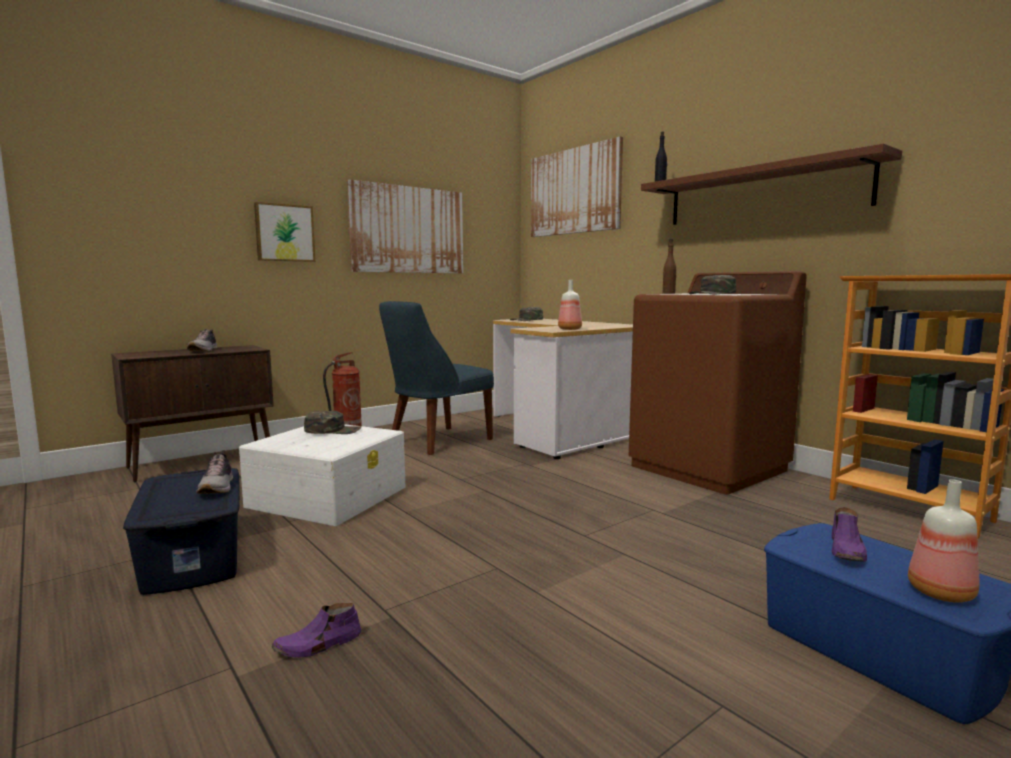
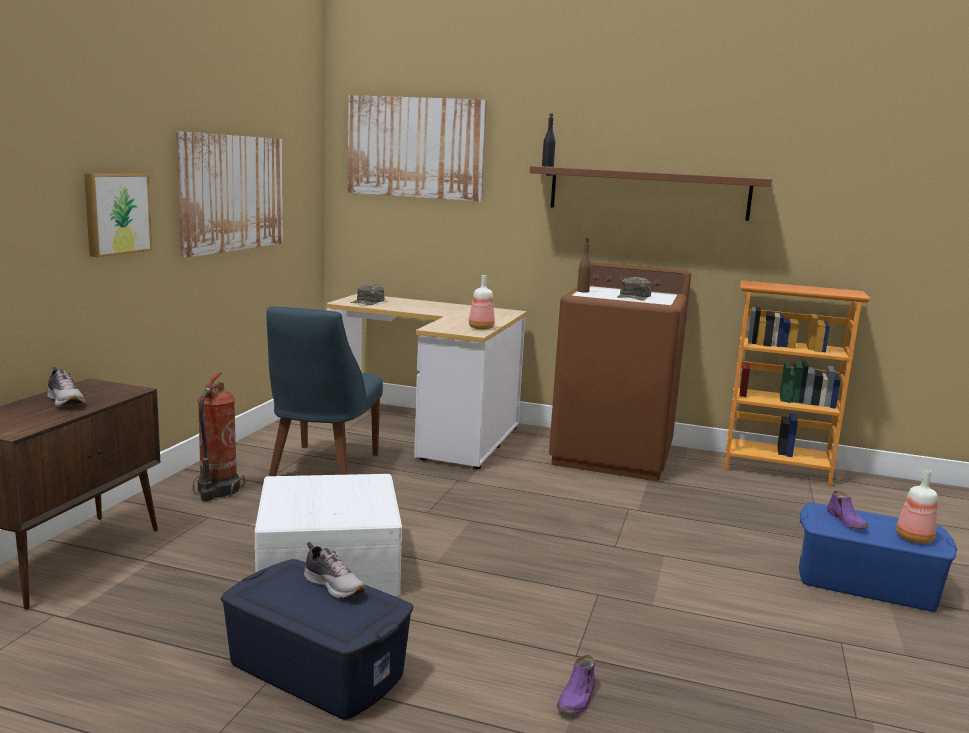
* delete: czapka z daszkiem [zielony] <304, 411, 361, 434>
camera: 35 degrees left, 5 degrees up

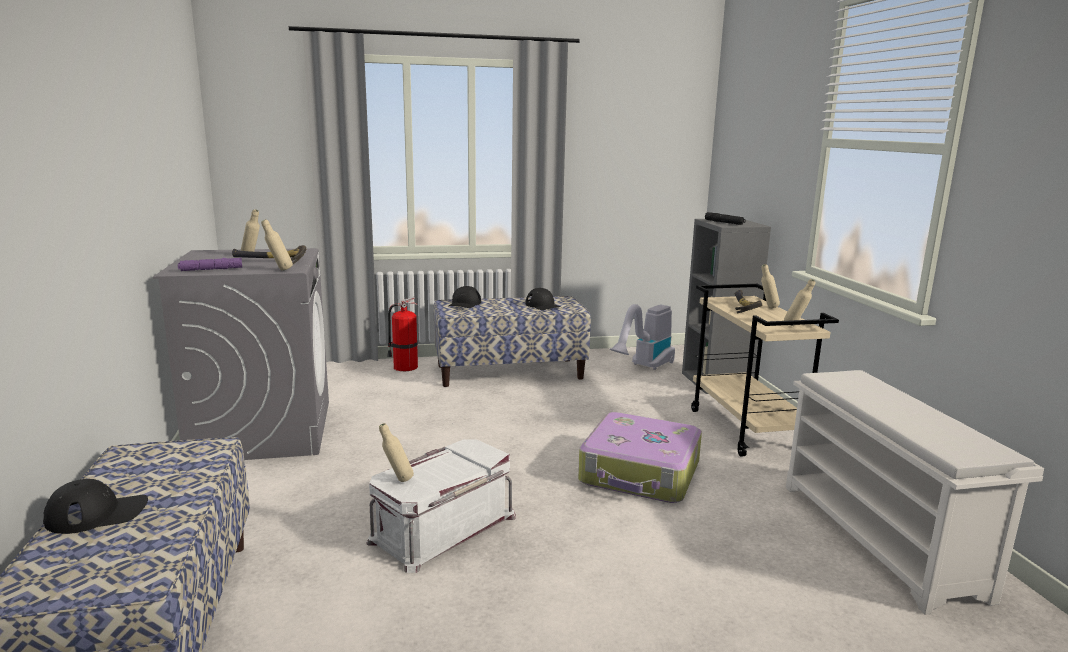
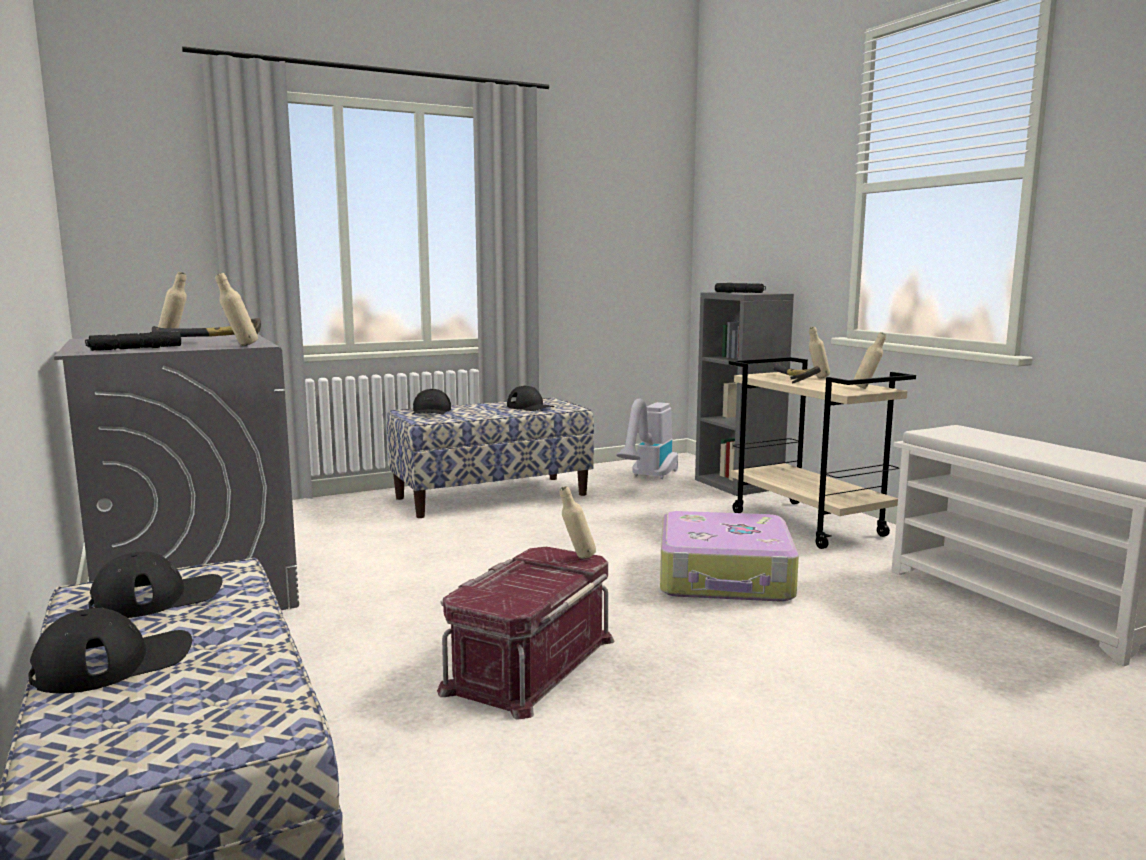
* recolor: latarka [fioletowy] <178, 258, 242, 271> to latarka [czarny] <85, 331, 181, 351>
* insert: czapka z daszkiem [czarny] <88, 552, 222, 618>
* recolor: pojemnik do przechowywania [biały] <366, 439, 516, 573> to pojemnik do przechowywania [czerwony] <437, 547, 614, 719>
* move: butelka [beżowy] <379, 423, 414, 482> to <559, 486, 596, 559>
* delete: gaśnica <387, 297, 418, 371>
camera: 15 degrees left, 5 degrees down

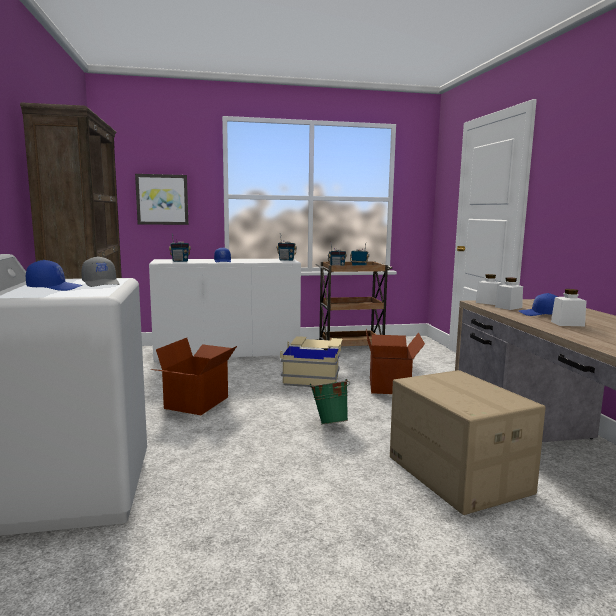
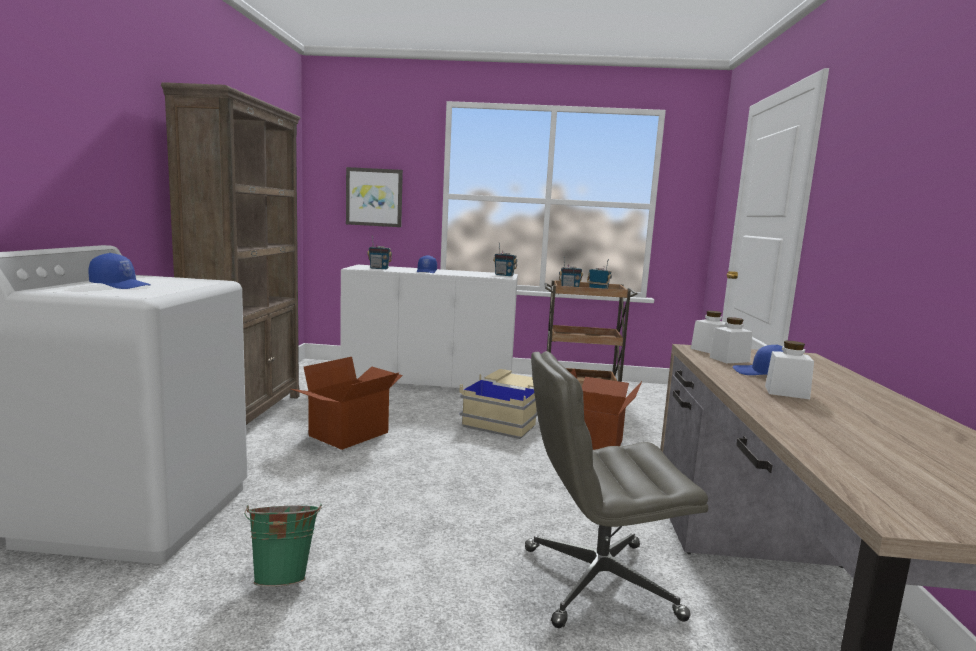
* move: wiadro [zielony] <310, 379, 350, 424> to <244, 504, 322, 587>
* replace: karton <390, 370, 546, 515> to krzesło biurowe [szary] <525, 351, 708, 628>
* delete: czapka z daszkiem [szary] <81, 256, 119, 287>
camera: 15 degrees right, 0 degrees up

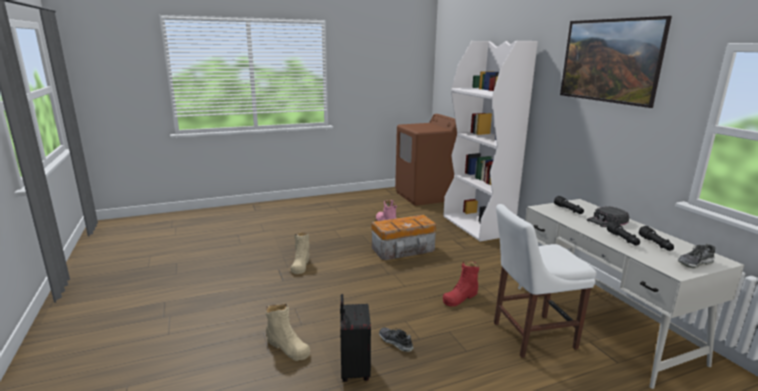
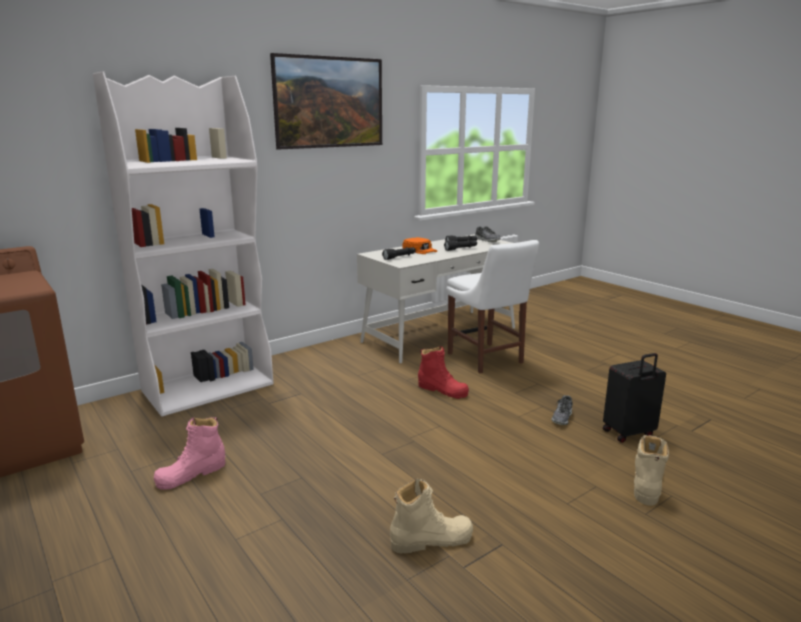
* recolor: czapka z daszkiem [czarny] <587, 206, 629, 227> to czapka z daszkiem [pomarańczowy] <402, 237, 437, 254>
* delete: pojemnik do przechowywania <371, 215, 436, 260>
camera: 105 degrees left, 0 degrees up

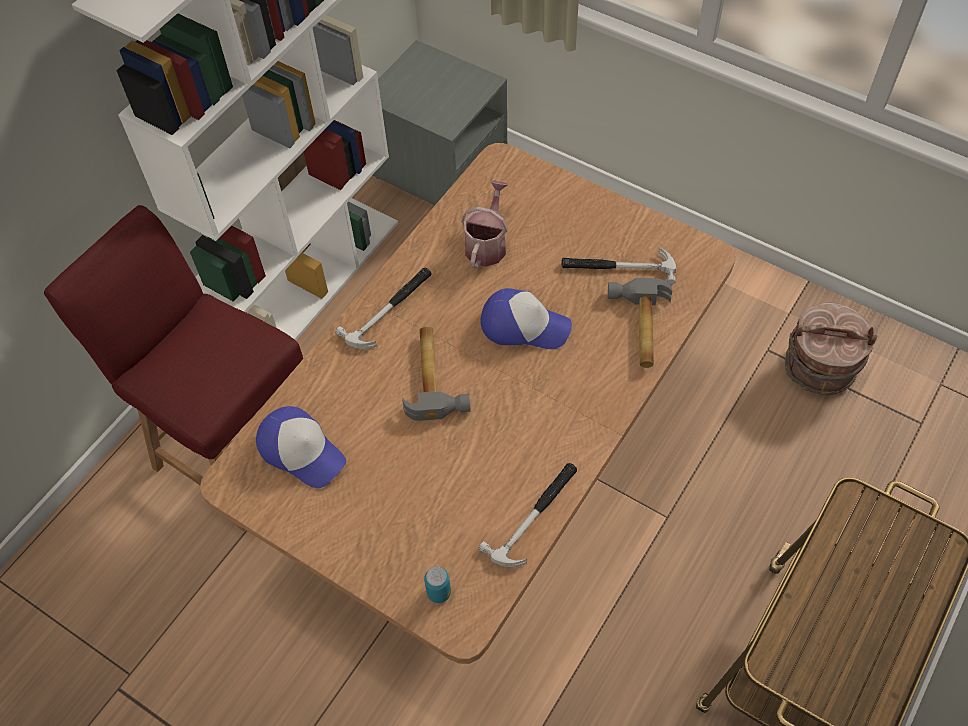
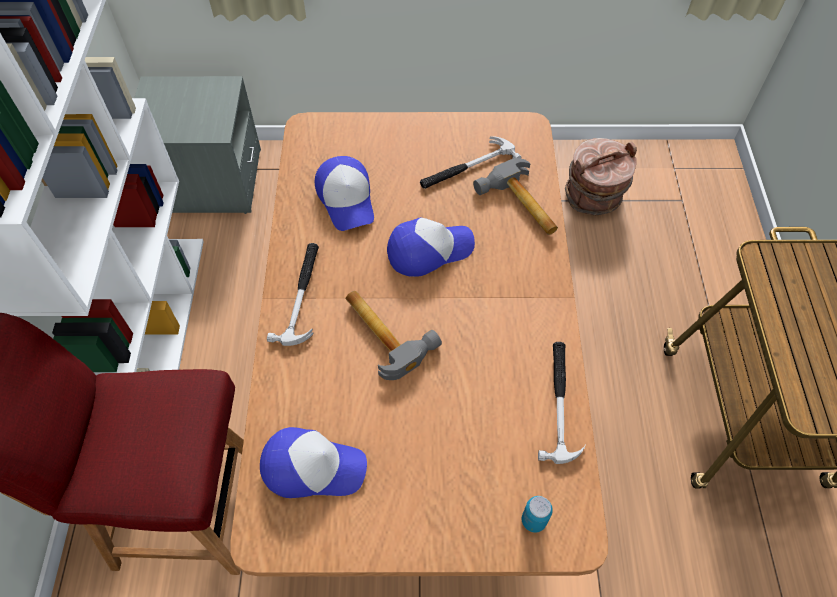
* replace: konewka <461, 180, 508, 269> to czapka z daszkiem <315, 156, 374, 231>
camera: 35 degrees left, 0 degrees up

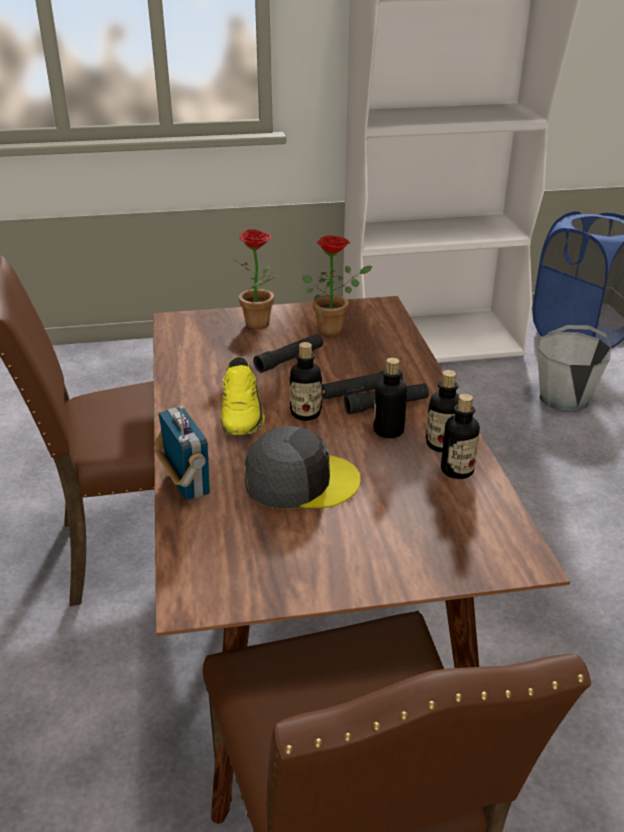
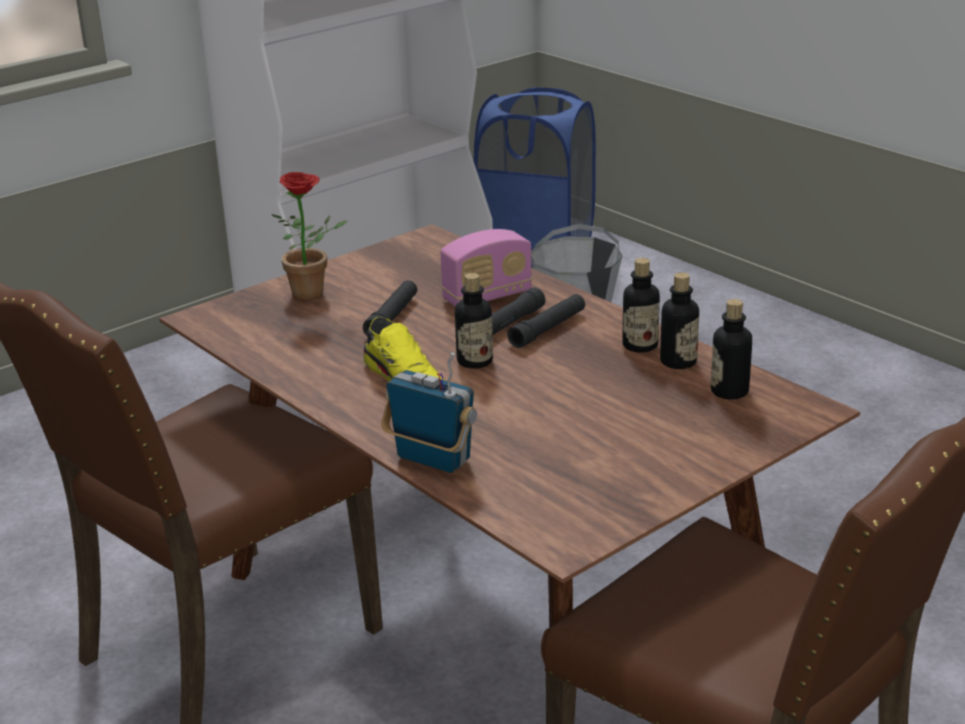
* insert: radio <440, 229, 532, 307>
* move: butelka <373, 358, 407, 438> to <711, 299, 752, 399>
* delete: czapka z daszkiem [szary] <245, 426, 361, 509>
* delete: roślina doniczkowa <303, 235, 373, 336>
camera: 30 degrees left, 5 degrees down

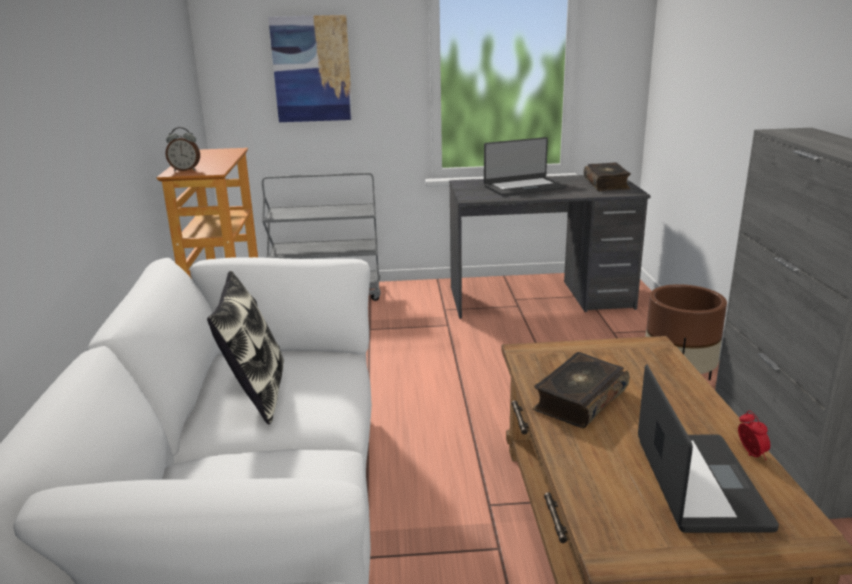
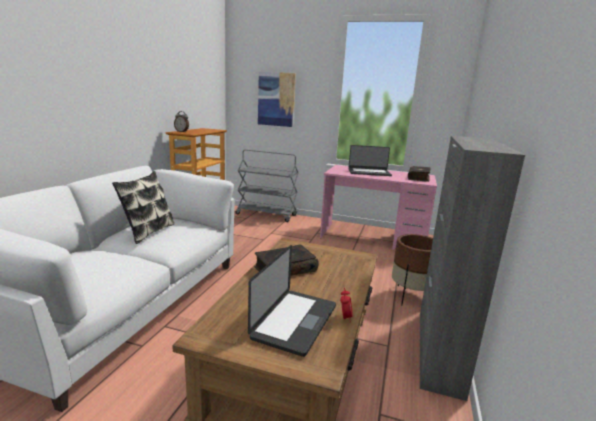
* recolor: biurko [szary] <449, 175, 651, 319> to biurko [różowy] <320, 165, 437, 250>
camera: 20 degrees right, 5 degrees down

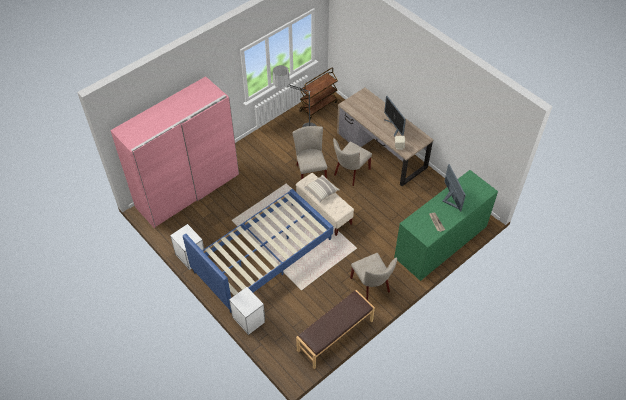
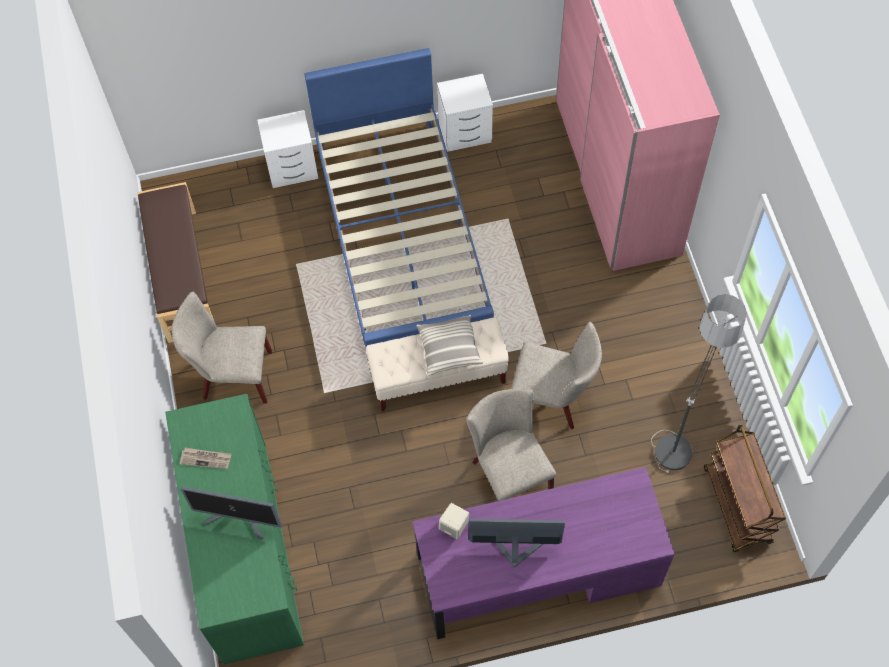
* recolor: biurko [brązowy] <337, 87, 433, 186> to biurko [fioletowy] <413, 467, 675, 639>
camera: 120 degrees right, 10 degrees up

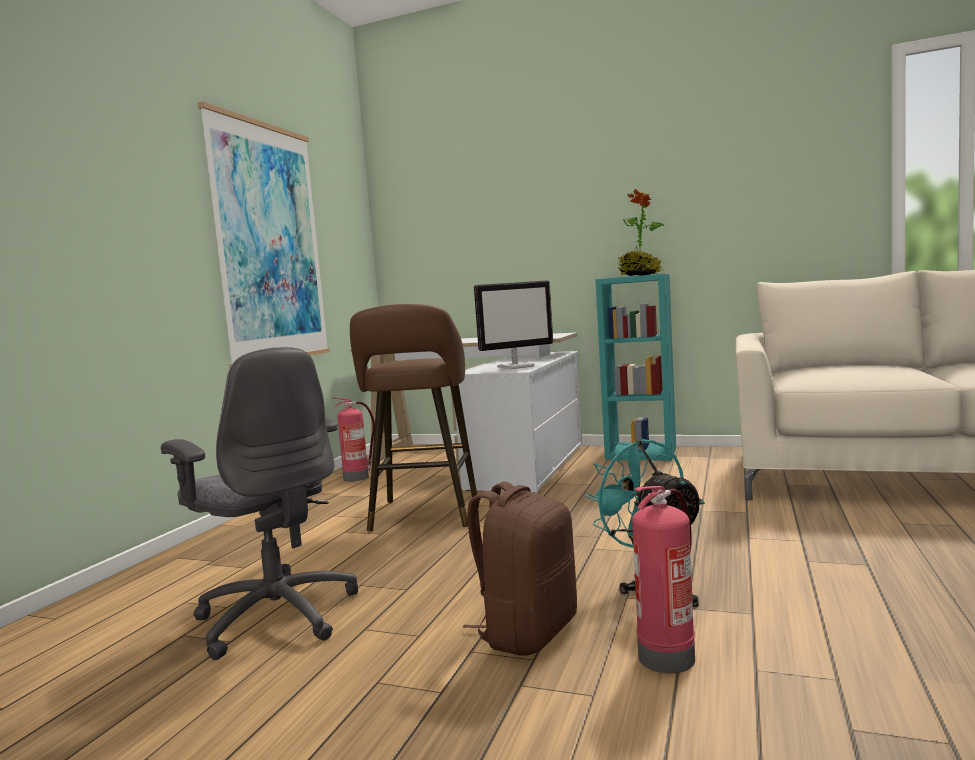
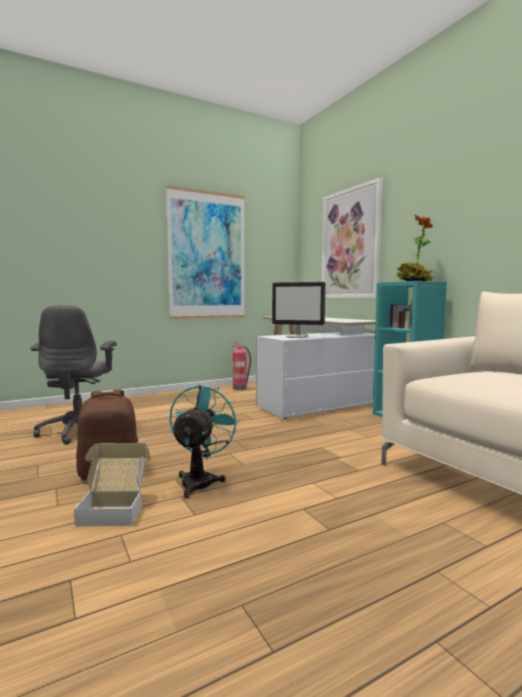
* replace: gaśnica <632, 486, 695, 673> to karton <74, 443, 150, 526>
* insert: obraz <322, 178, 382, 298>
* delete: stołek [brązowy] <350, 304, 477, 531>
camera: 40 degrees right, 0 degrees up

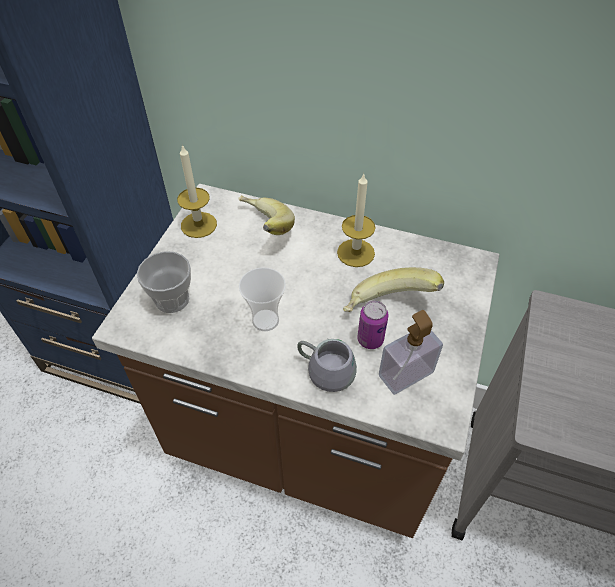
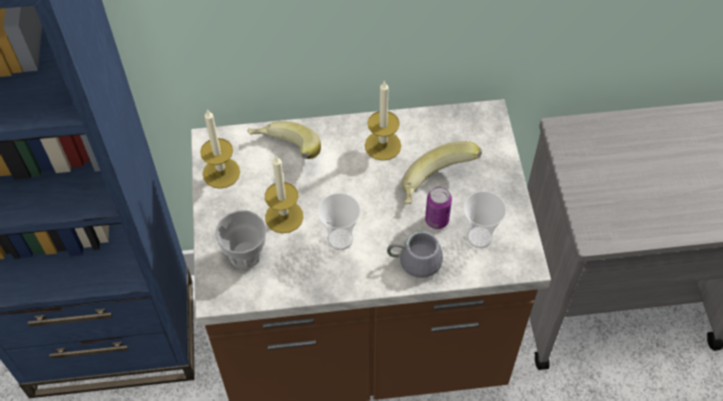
* insert: świeca <265, 156, 304, 233>
* replace: dozownik mydła <379, 310, 443, 395> to filiżanka <463, 191, 507, 248>
camera: 25 degrees left, 5 degrees up

